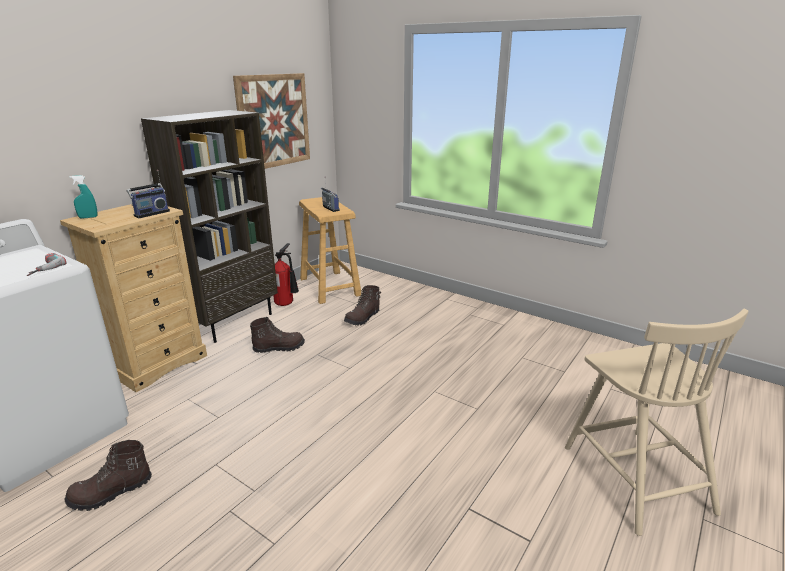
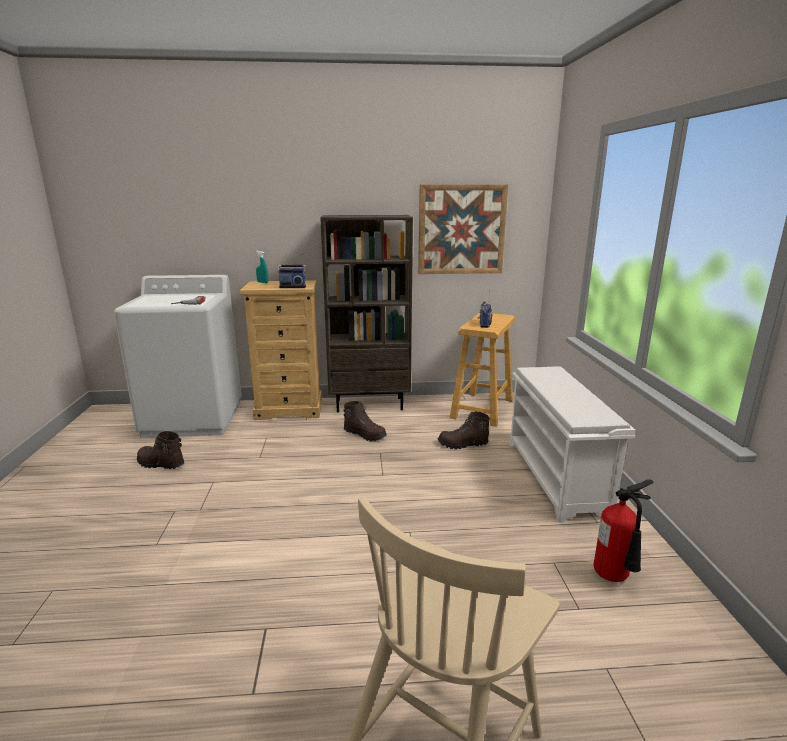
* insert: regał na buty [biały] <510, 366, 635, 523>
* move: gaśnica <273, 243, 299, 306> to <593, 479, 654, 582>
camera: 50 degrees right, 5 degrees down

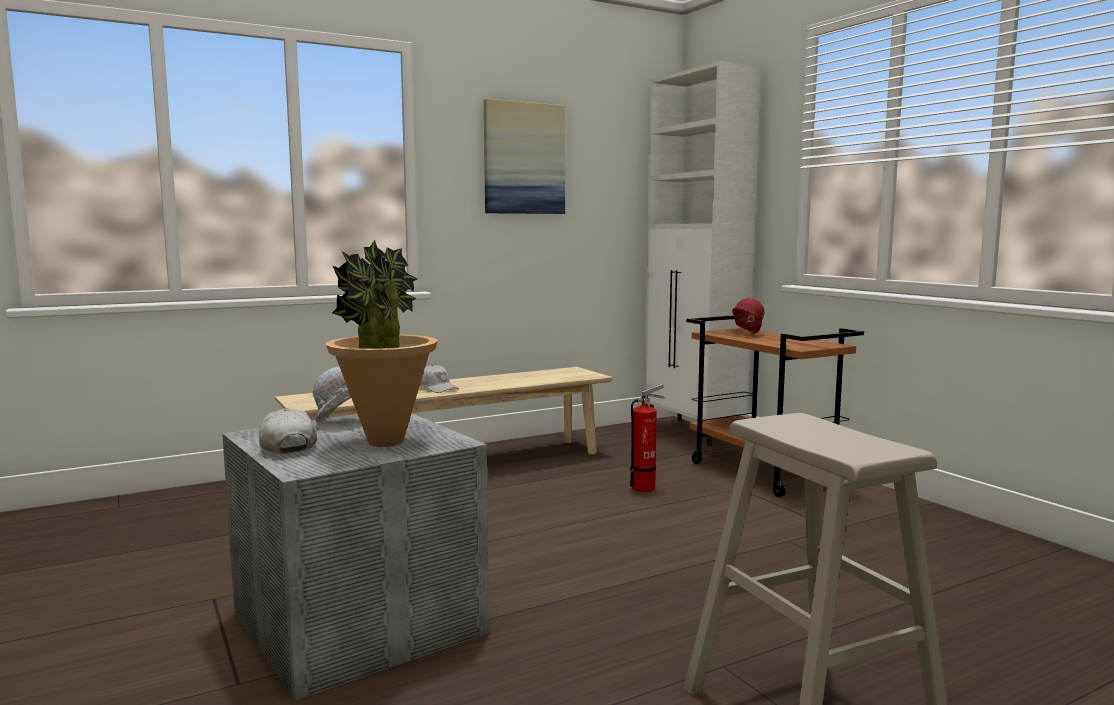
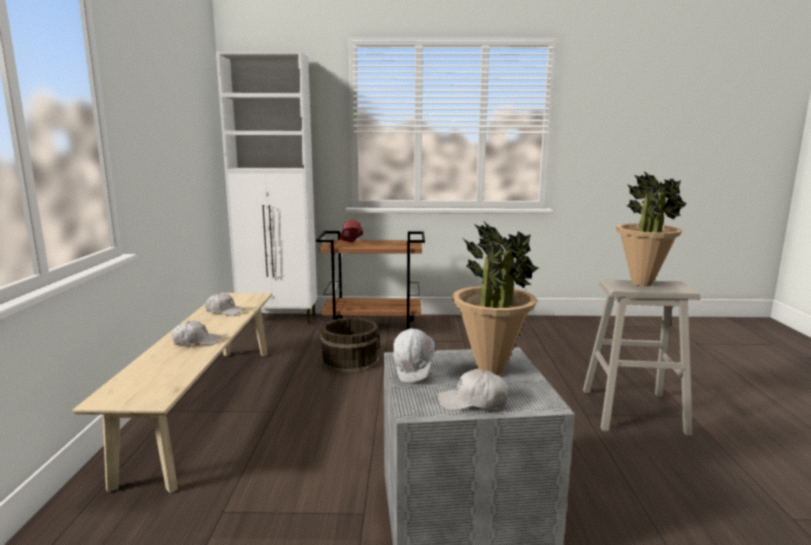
* insert: czapka z daszkiem [biały] <205, 293, 245, 316>
* replace: gaśnica <630, 384, 665, 492> to wiadro [brązowy] <320, 318, 380, 373>
* insert: roślina doniczkowa <616, 171, 687, 287>
* delete: obraz <484, 99, 565, 214>
camera: 60 degrees left, 5 degrees up

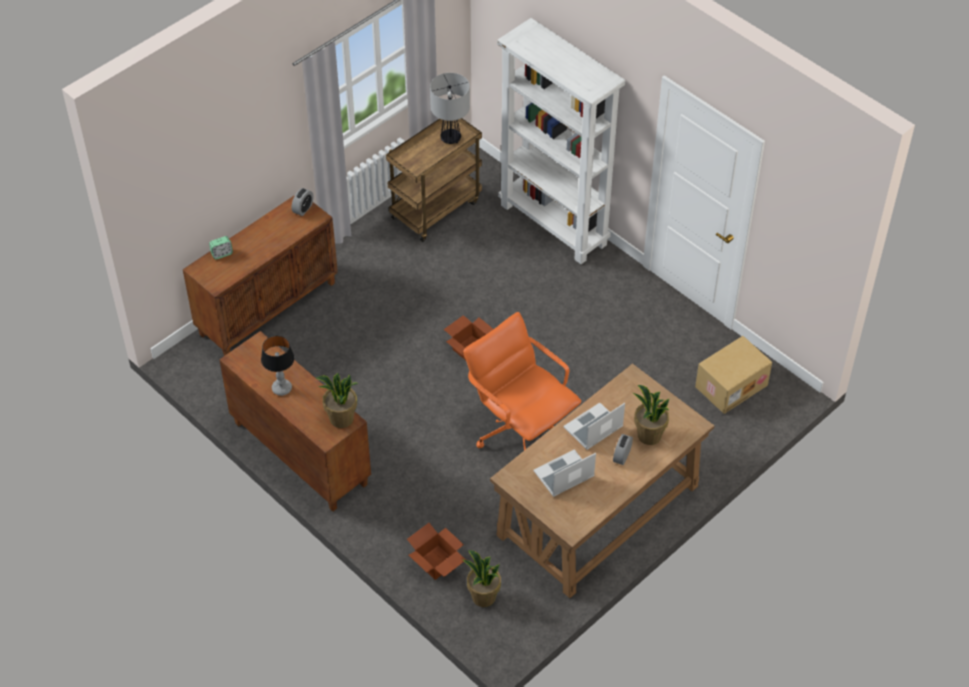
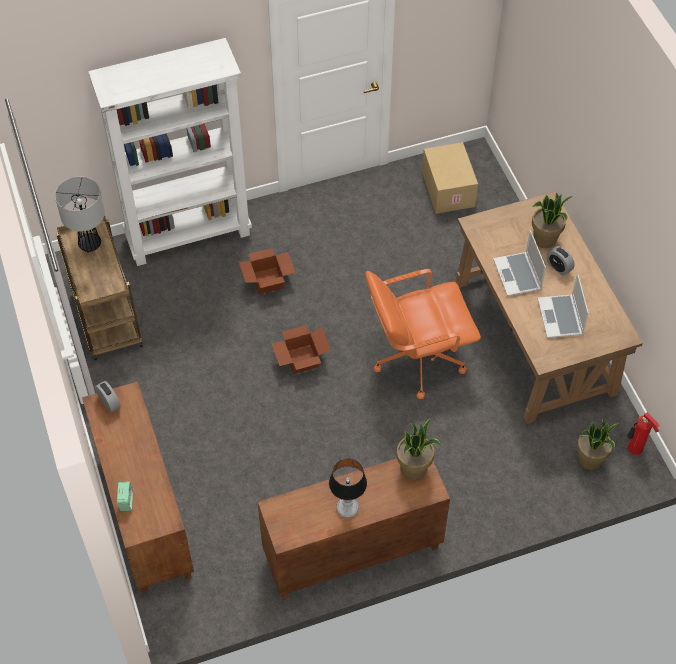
* move: karton <407, 523, 466, 580> to <238, 248, 296, 294>
* insert: gaśnica <627, 412, 660, 455>
camera: 65 degrees left, 5 degrees up

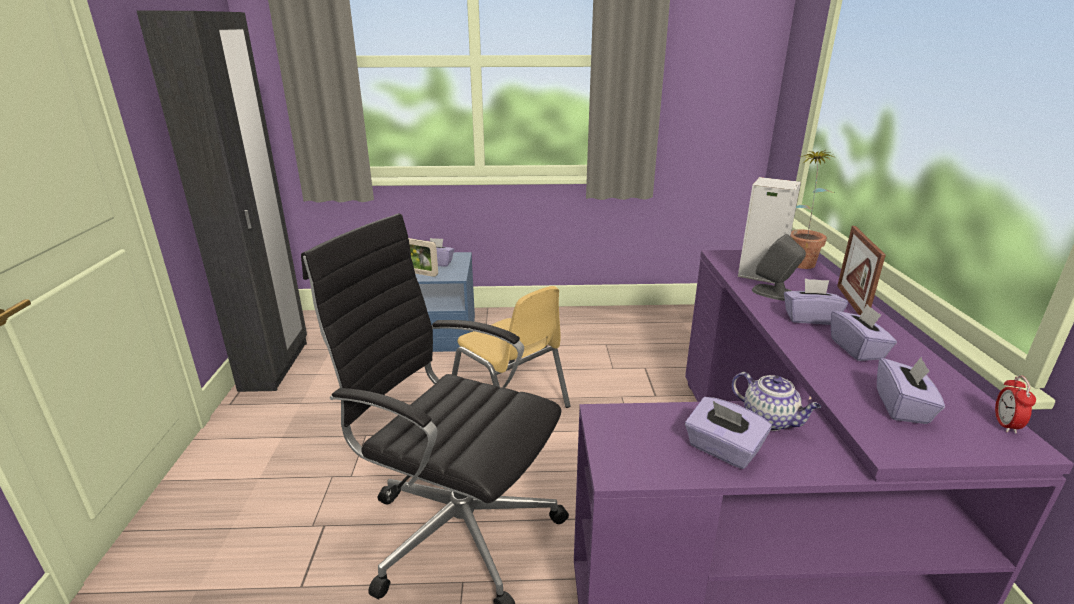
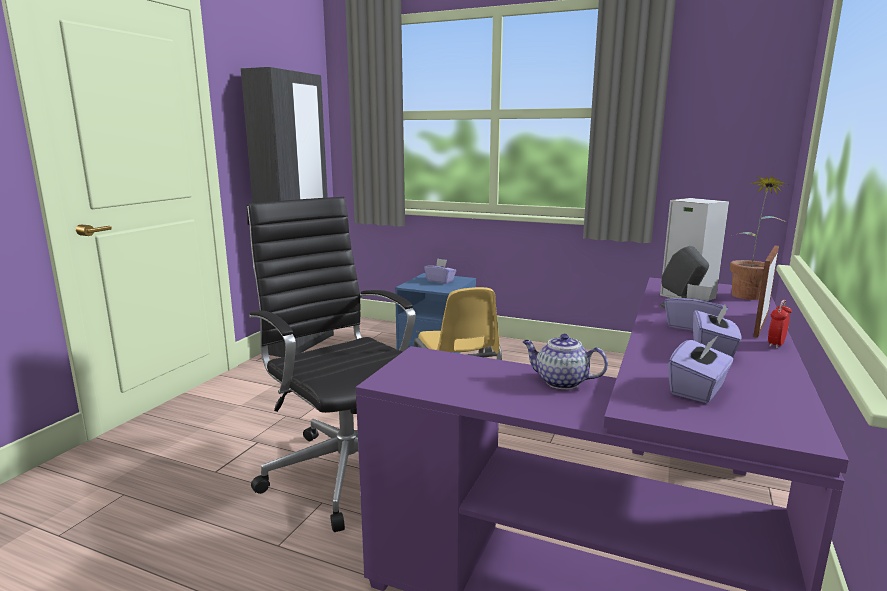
* rotate: imbryk <732, 372, 821, 431> = <522, 334, 608, 389> 135 degrees clockwise
* move: budzik <995, 375, 1036, 434> to <768, 300, 792, 349>
* delete: ramka na zdjęcie <408, 238, 438, 277>
* delete: pudełko chusteczek [fioletowy] <685, 397, 772, 469>
camera: 25 degrees right, 10 degrees down

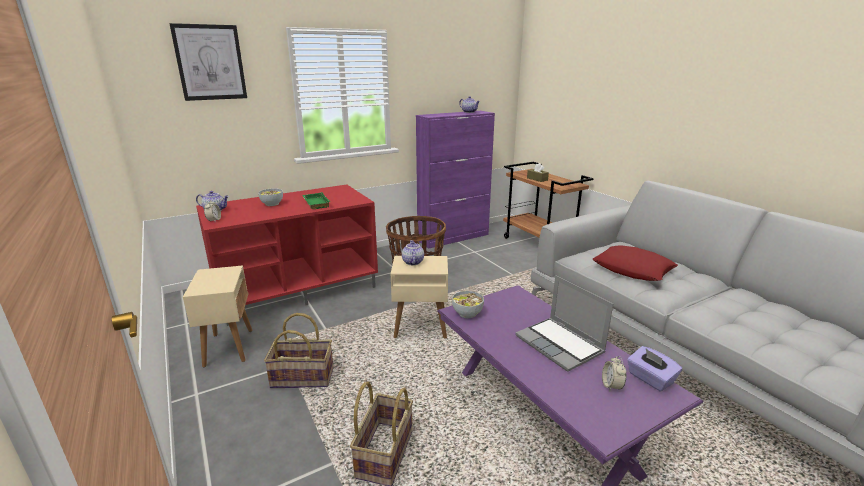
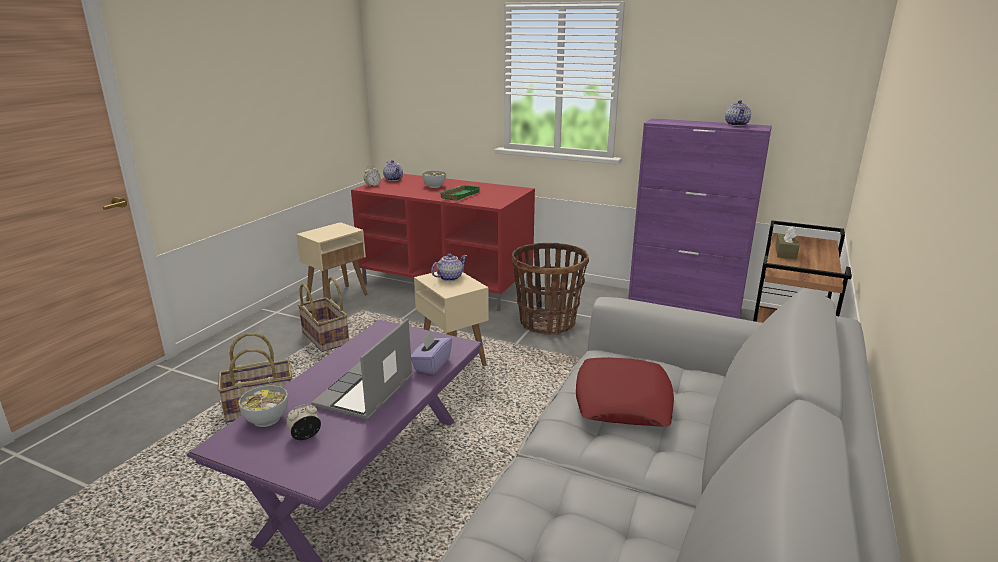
* move: miska <452, 291, 484, 318> to <238, 385, 288, 427>
* move: pudełko chusteczek [fioletowy] <627, 346, 682, 392> to <411, 331, 452, 375>
* delete: obraz <169, 23, 247, 101>
camera: 55 degrees right, 0 degrees up

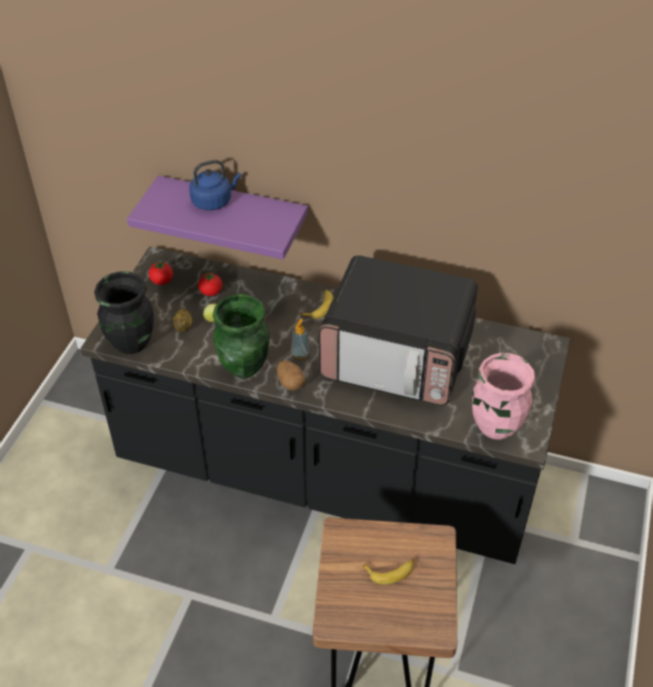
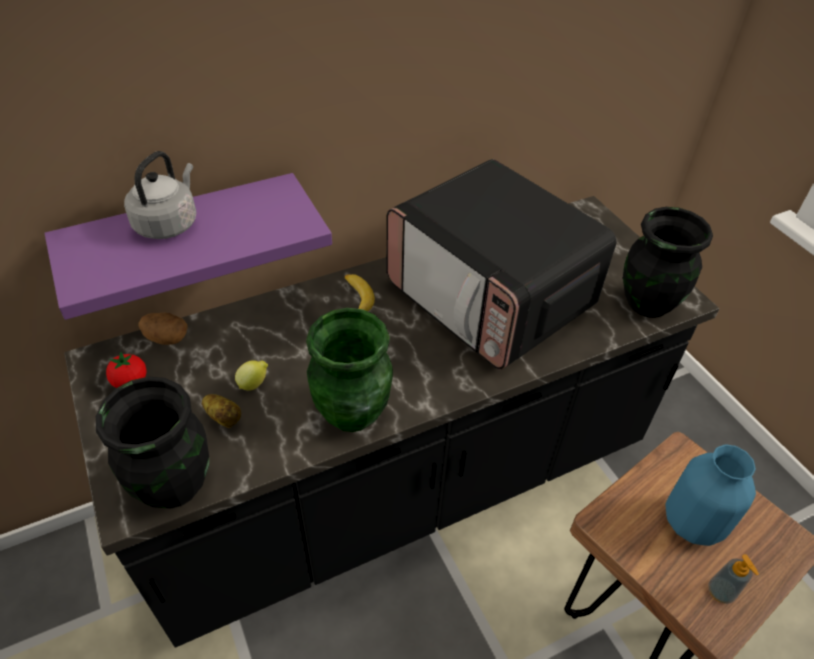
* recolor: czajnik [niebieski] <189, 160, 241, 210> to czajnik [szary] <124, 151, 197, 239>
* move: ziemniak <277, 361, 305, 391> to <138, 313, 188, 345>
* rotate: mikrofalówka <319, 255, 478, 406> = <387, 159, 616, 370> 75 degrees clockwise
* recolor: wazon [różowy] <472, 353, 535, 440> to wazon [czarny] <623, 207, 713, 318>
* replace: banan <363, 560, 414, 585> to wazon [niebieski] <665, 445, 756, 546>
* move: dozownik mydła <292, 319, 309, 359> to <708, 554, 759, 604>
* delete: pomidor <198, 272, 222, 296>
camera: 45 degrees left, 0 degrees up

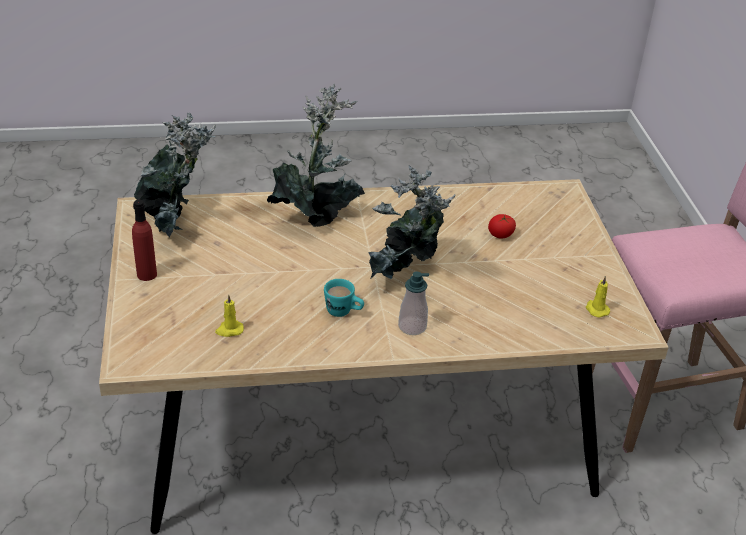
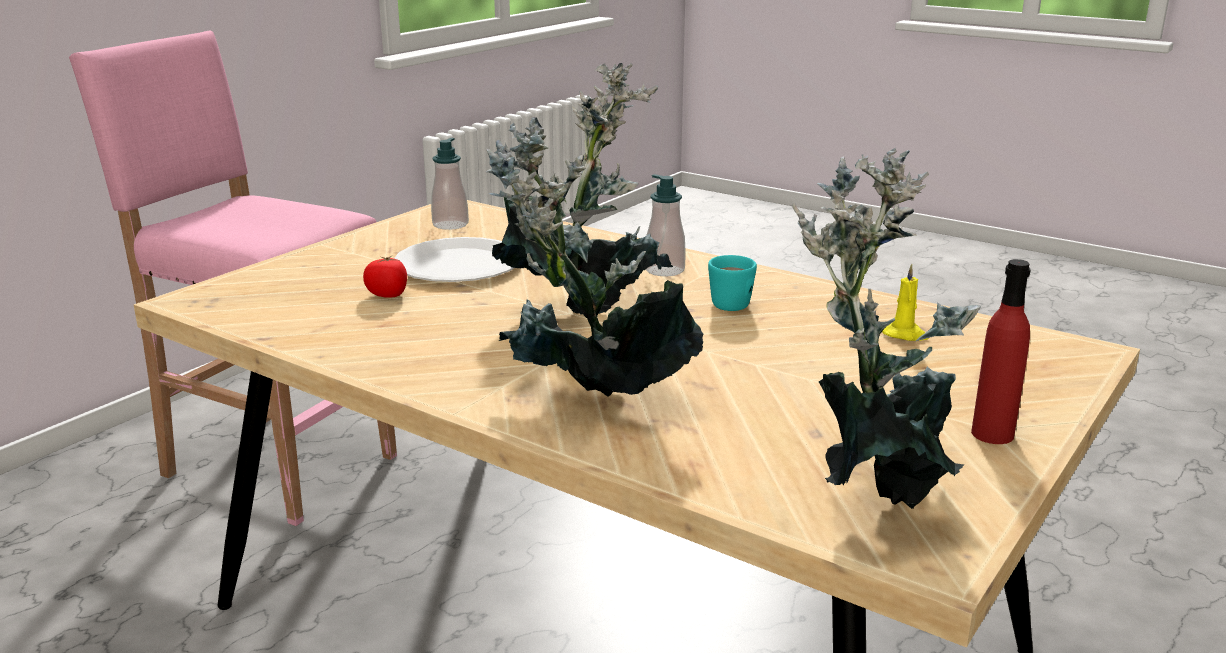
* insert: talerz [biały] <394, 237, 514, 282>
* replace: świeca [żółty] <586, 276, 610, 318> to dozownik mydła <431, 138, 469, 230>
camera: 135 degrees left, 15 degrees down

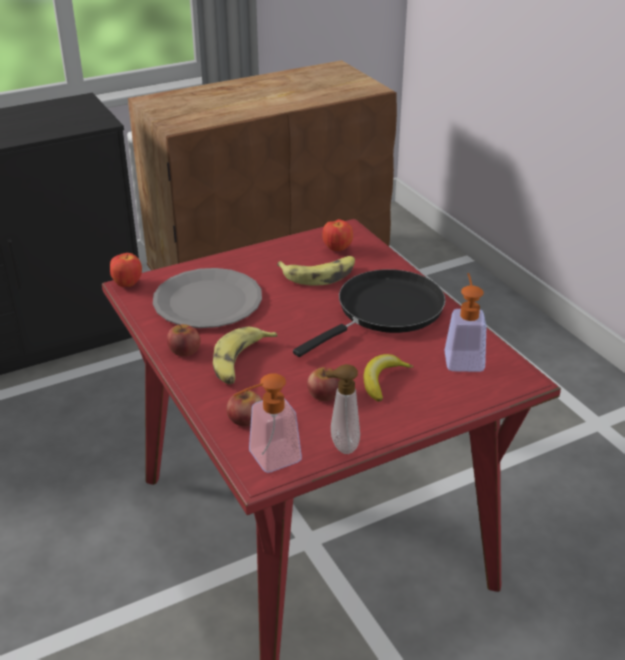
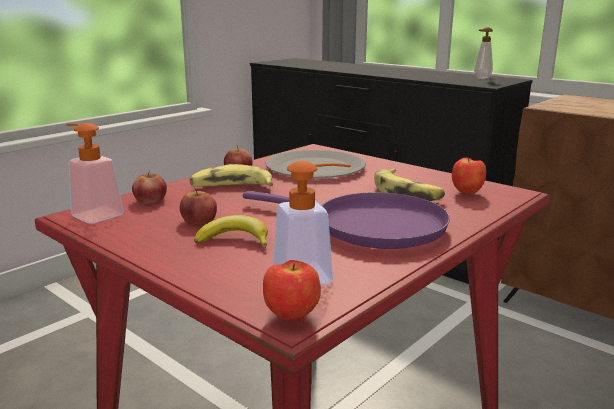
* recolor: patelnia [czarny] <293, 269, 445, 357> to patelnia [fioletowy] <243, 191, 450, 249>
* move: jabłko <110, 253, 142, 287> to <263, 260, 321, 320>
* move: dozownik mydła <325, 364, 360, 454> to <474, 27, 493, 79>
camera: 70 degrees right, 15 degrees down

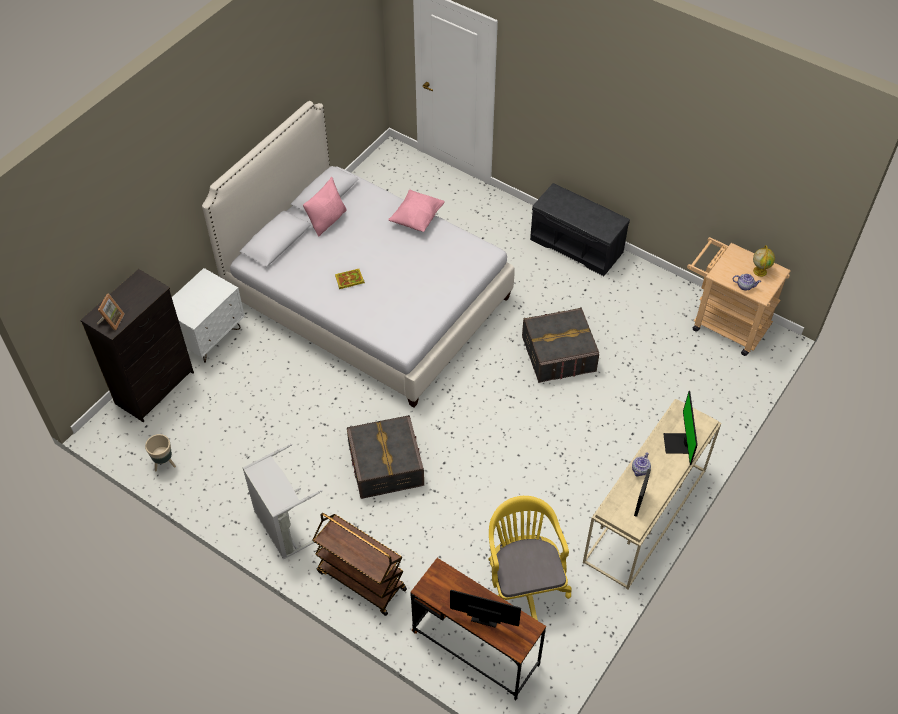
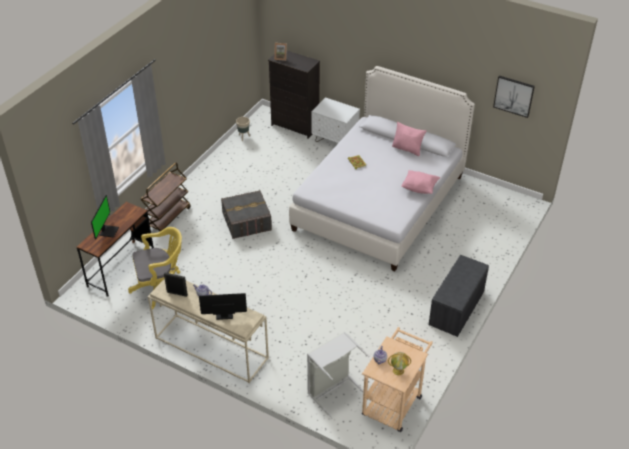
* move: kosz na pranie [szary] <243, 444, 322, 560> to <307, 331, 370, 418>
* insert: obraz <493, 76, 535, 118>
* delete: pojemnik do przechowywania [szary] <522, 308, 599, 383>
camera: 85 degrees right, 10 degrees down

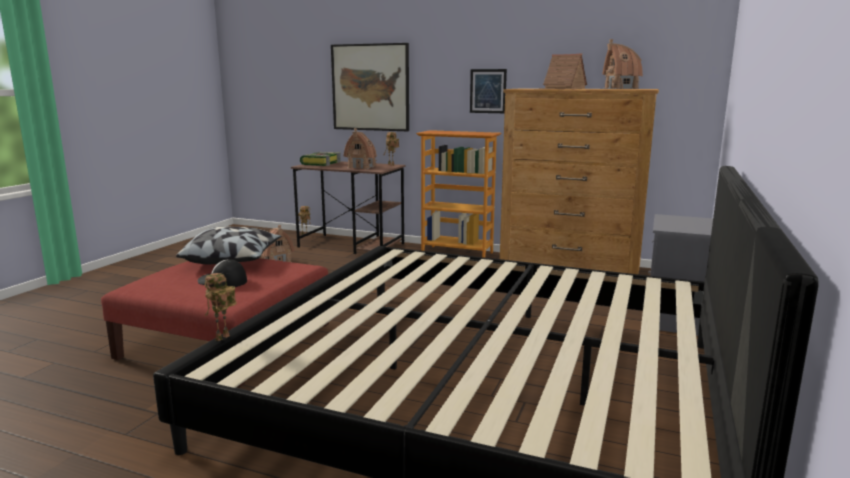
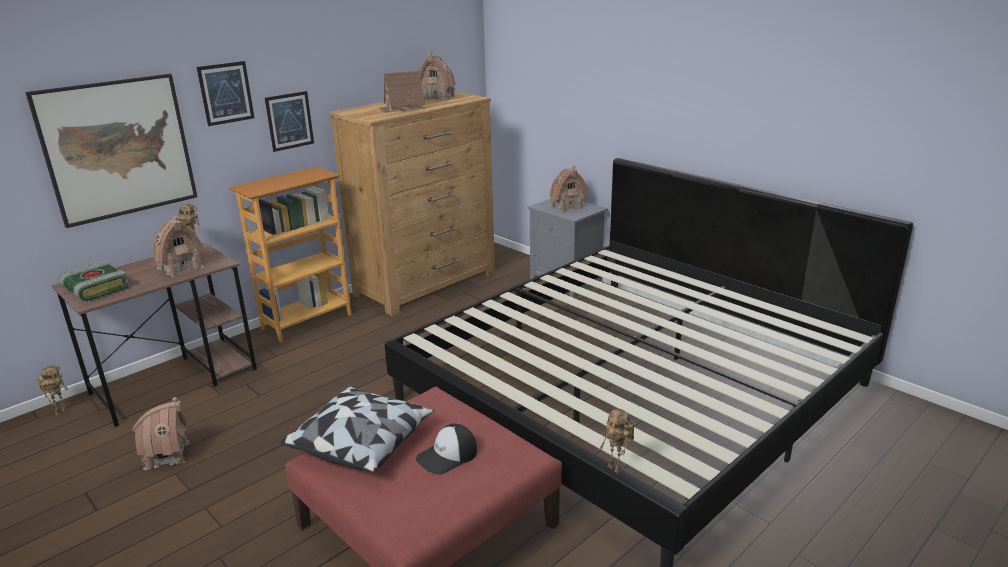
* insert: obraz <196, 61, 255, 126>
* insert: domek <550, 166, 588, 213>
camera: 65 degrees left, 10 degrees up

